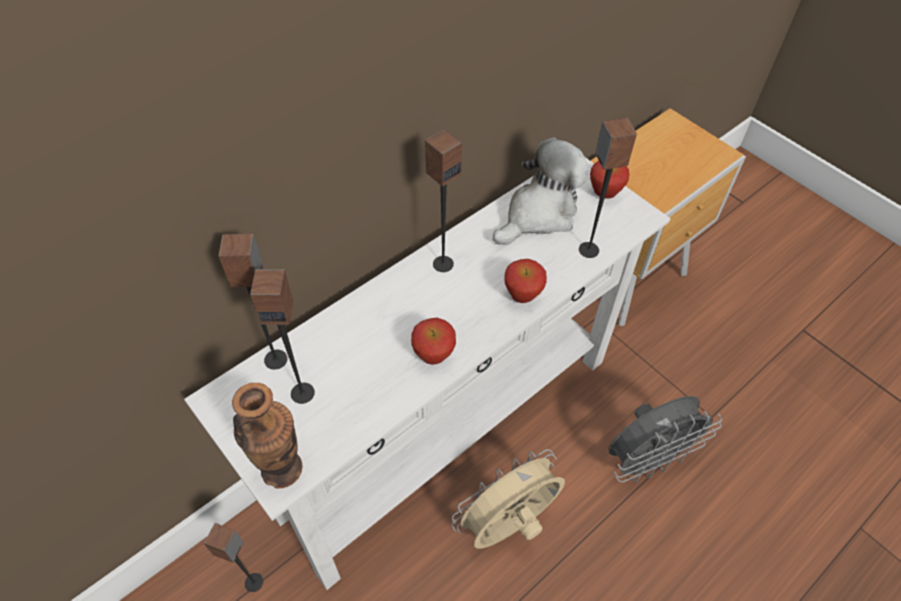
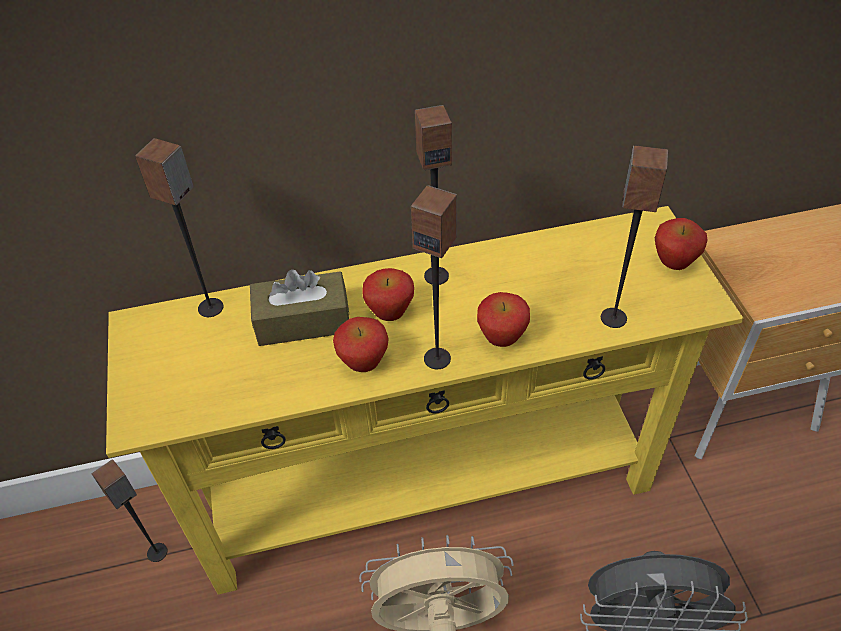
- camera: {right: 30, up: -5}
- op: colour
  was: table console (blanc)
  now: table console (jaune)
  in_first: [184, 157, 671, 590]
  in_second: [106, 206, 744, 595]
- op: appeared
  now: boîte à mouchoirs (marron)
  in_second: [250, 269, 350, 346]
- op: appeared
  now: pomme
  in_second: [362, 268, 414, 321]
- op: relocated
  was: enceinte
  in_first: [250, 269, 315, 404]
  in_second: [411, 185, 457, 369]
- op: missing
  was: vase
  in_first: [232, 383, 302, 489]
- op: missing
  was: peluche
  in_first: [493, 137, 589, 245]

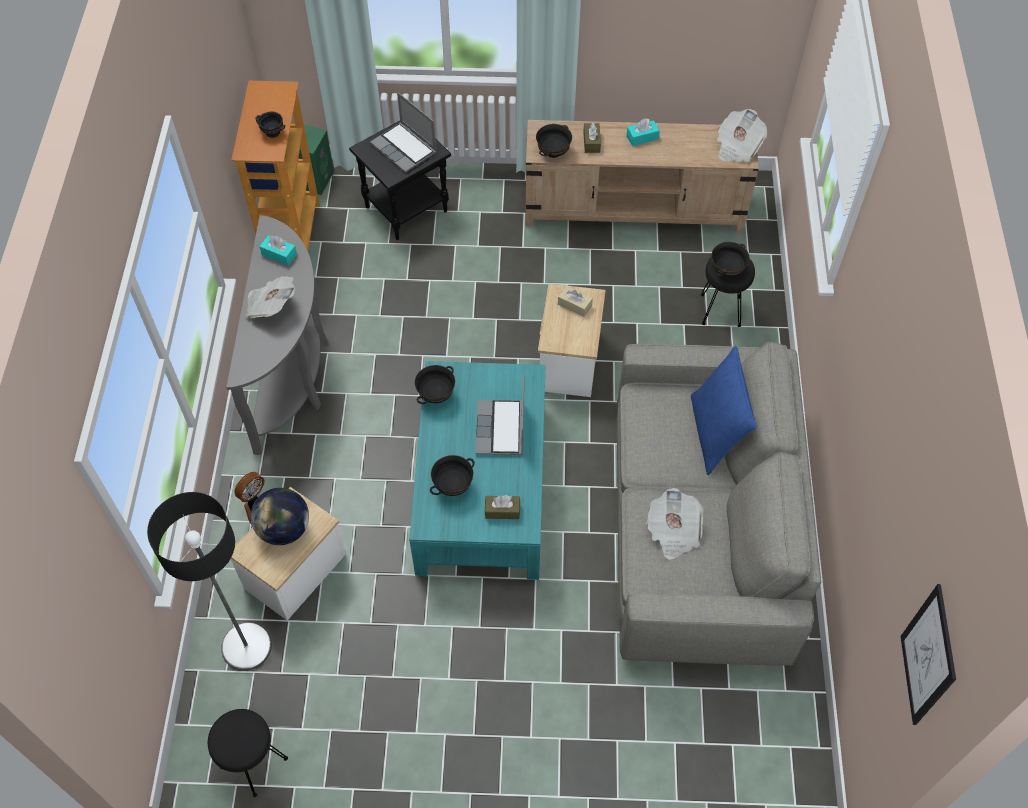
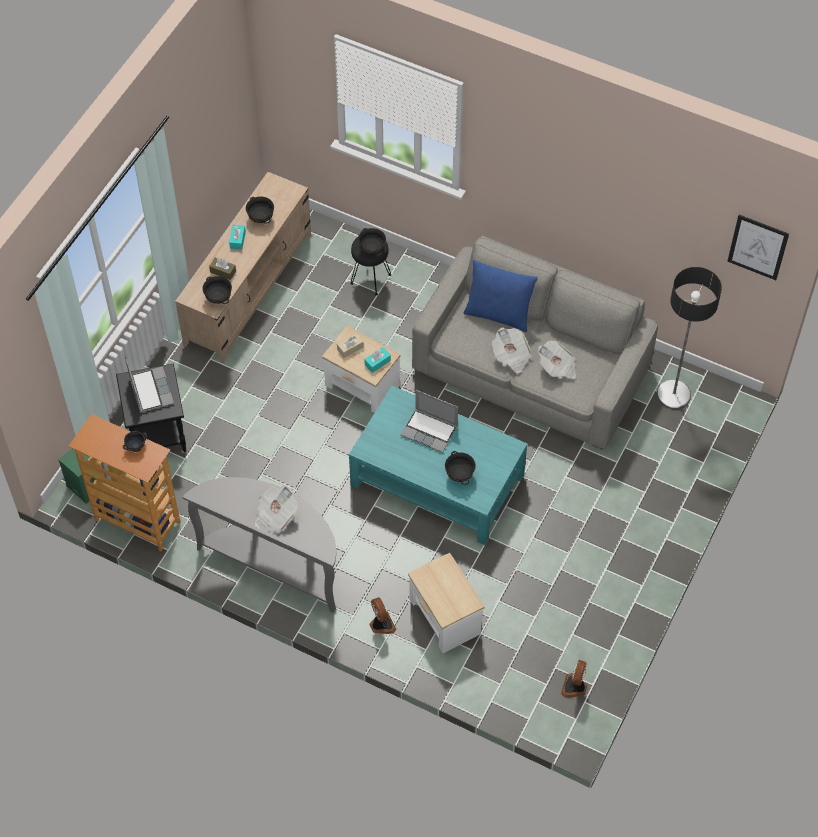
- camera: {right: -65, up: 0}
- op: spun
  was: ordinateur portable
  in_first: [370, 92, 437, 173]
  in_second: [125, 356, 174, 413]
  clockwise: -90
- op: relocated
  was: bol (noir)
  in_first: [415, 365, 455, 404]
  in_second: [246, 196, 274, 224]
- op: relocated
  was: boîte à mouchoirs (turquoise)
  in_first: [259, 235, 297, 266]
  in_second: [364, 347, 391, 373]
- op: relocated
  was: journal
  in_first: [717, 109, 767, 162]
  in_second: [492, 328, 532, 373]
- op: exchanged
  was: tabouret (noir)
  now: ventilateur
  in_first: [208, 709, 288, 797]
  in_second: [561, 660, 587, 698]
- op: relocated
  was: lampadaire
  in_first: [147, 492, 272, 671]
  in_second: [657, 267, 722, 409]
- op: missing
  was: globe
  in_first: [251, 488, 309, 545]
- op: missing
  was: boîte à mouchoirs (marron)
  in_first: [485, 495, 520, 519]

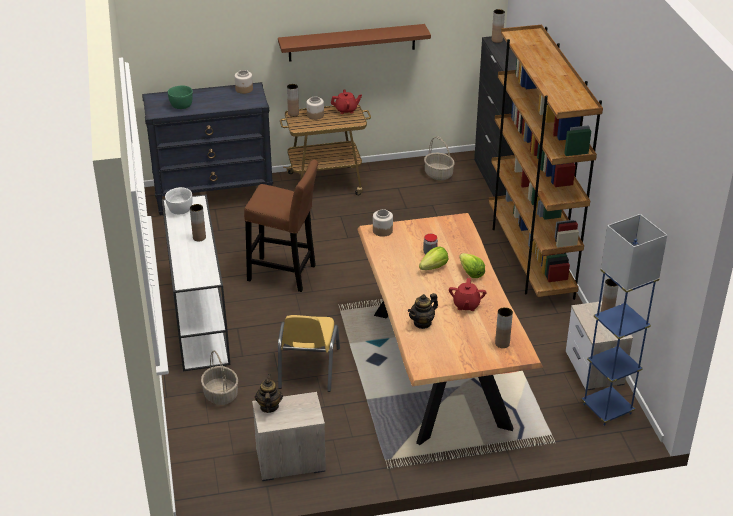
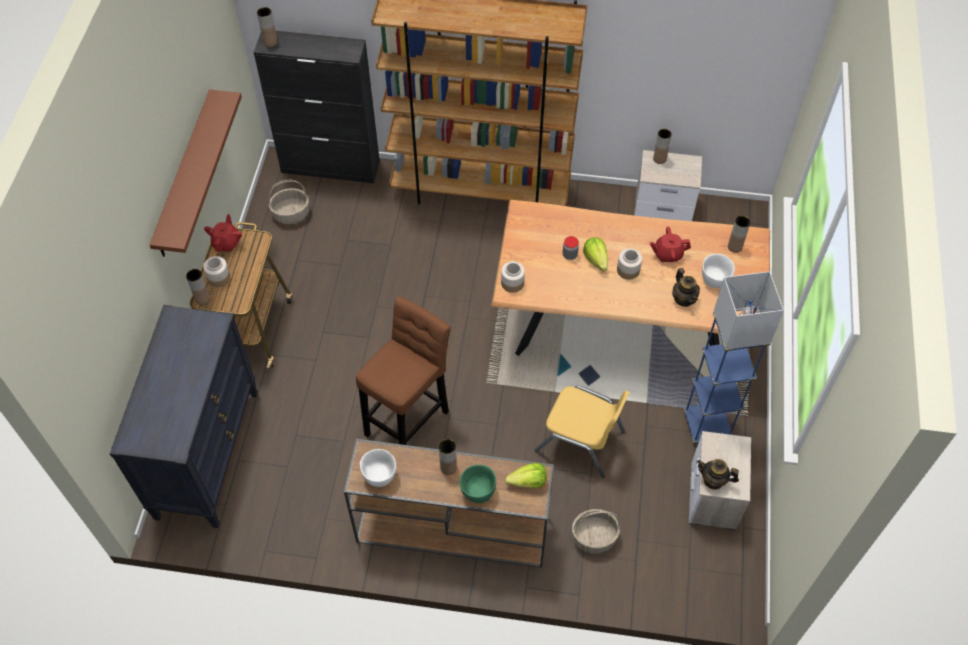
- camera: {right: -70, up: 20}
- op: colour
  was: table console (blanc)
  now: table console (marron)
  in_first: [162, 194, 230, 371]
  in_second: [344, 439, 554, 568]
- op: relocated
  was: bol (vert)
  in_first: [168, 86, 193, 109]
  in_second: [460, 465, 496, 503]
- op: relocated
  was: laitue
  in_first: [459, 253, 485, 278]
  in_second: [505, 463, 547, 488]
- op: relocated
  was: bocal
  in_first: [235, 70, 253, 94]
  in_second: [617, 248, 642, 280]
- op: spun
  was: théière (rouge)
  in_first: [449, 278, 487, 311]
  in_second: [650, 227, 691, 262]
  clockwise: 150
- op: relocated
  was: lampadaire (bleu)
  in_first: [581, 214, 667, 426]
  in_second: [683, 271, 784, 444]
- op: appeared
  now: bol (blanc)
  in_second: [702, 254, 735, 288]

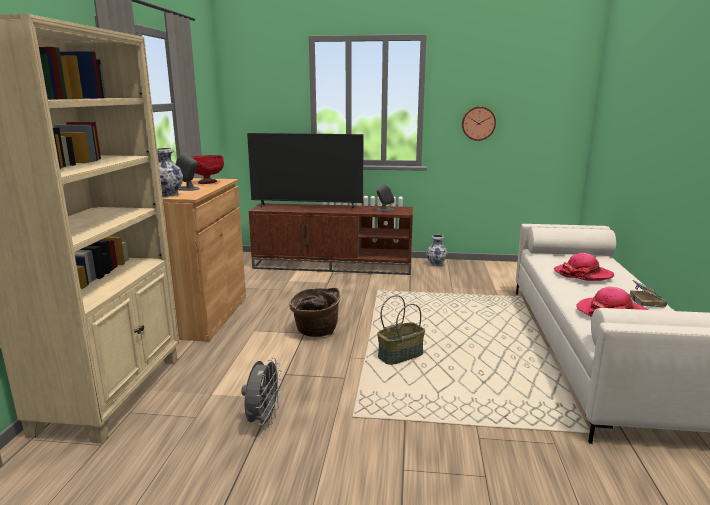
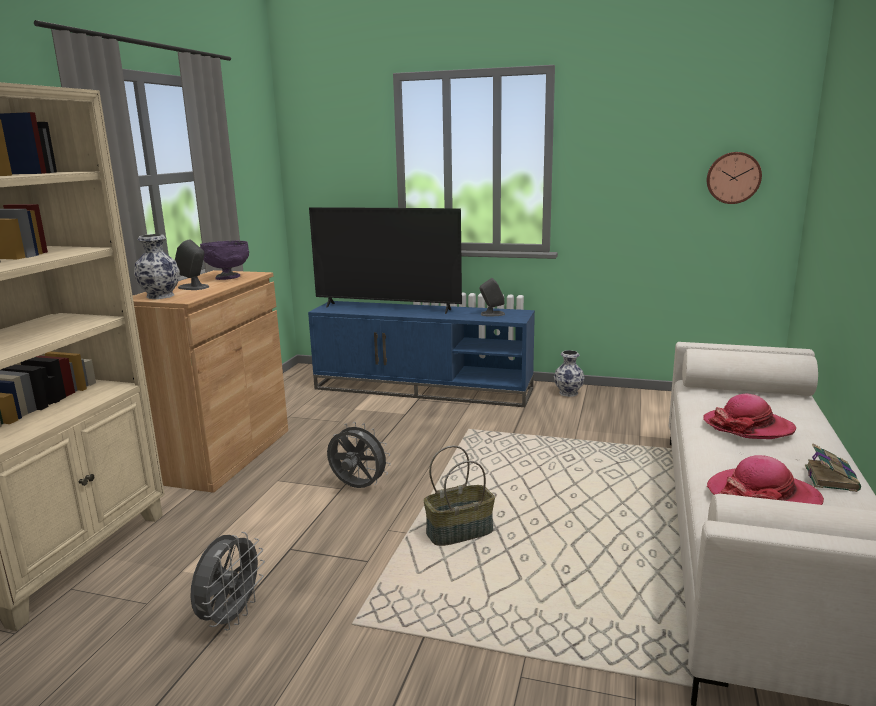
- camera: {right: 10, up: 0}
- op: colour
  was: bol (rouge)
  now: bol (violet)
  in_first: [191, 155, 224, 184]
  in_second: [200, 241, 249, 280]
- op: colour
  was: meuble télé (marron)
  now: meuble télé (bleu)
  in_first: [249, 203, 413, 275]
  in_second: [308, 301, 535, 407]
- op: exchanged
  was: panier
  now: ventilateur (gris)
  in_first: [289, 288, 341, 337]
  in_second: [327, 422, 391, 488]
- op: relocated
  was: horloge murale
  in_first: [462, 106, 496, 141]
  in_second: [707, 152, 762, 204]

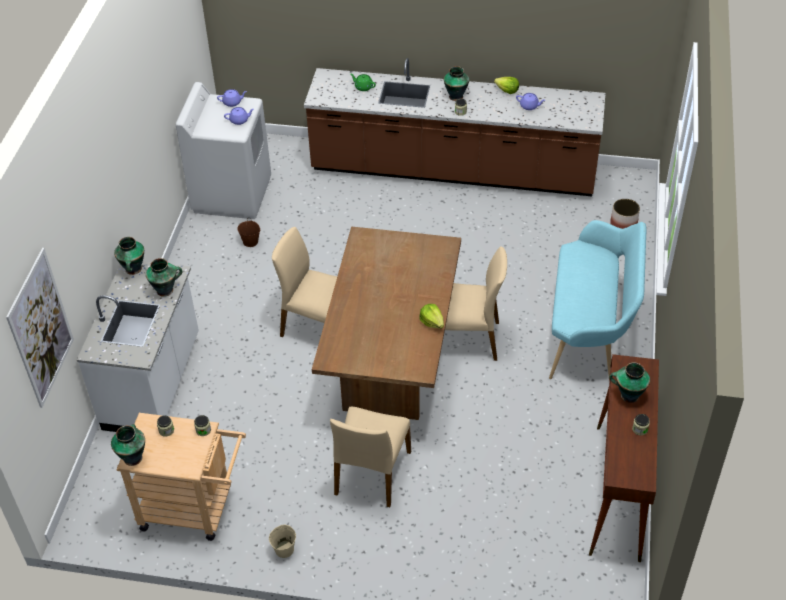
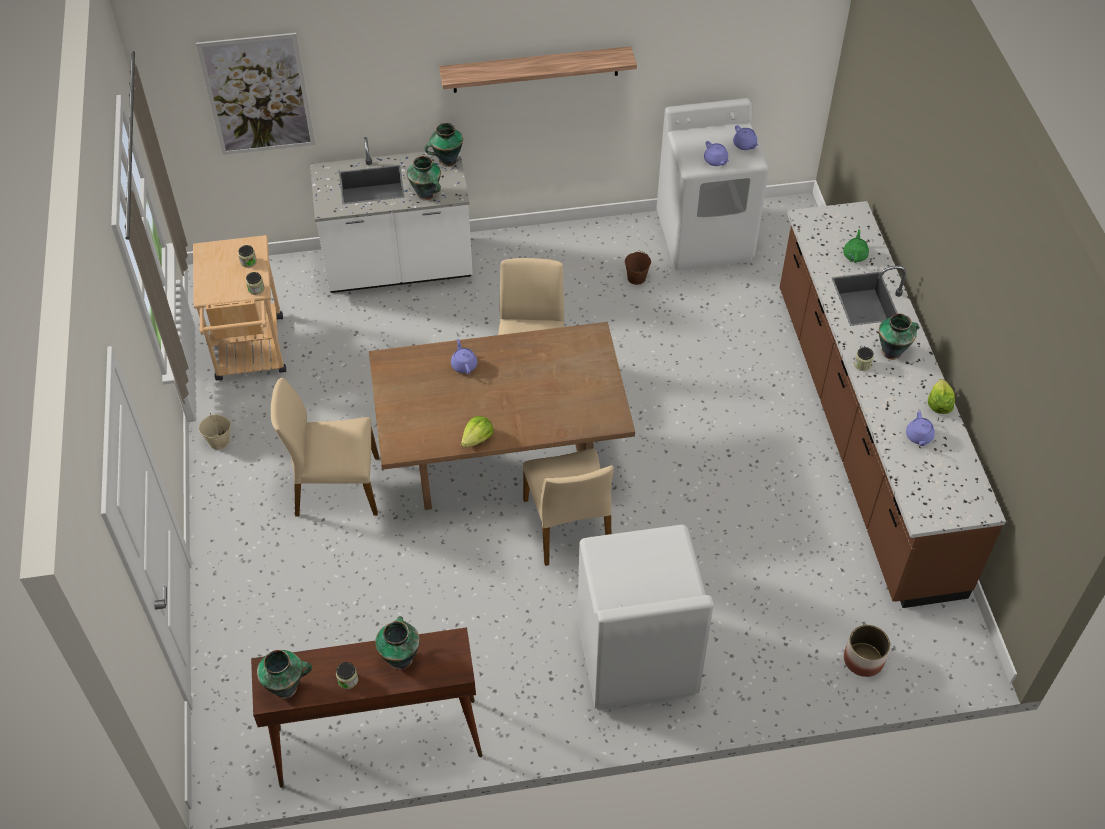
- camera: {right: 70, up: 5}
- op: relocated
  was: vase
  in_first: [111, 424, 145, 466]
  in_second: [257, 650, 312, 699]
- op: appeared
  now: étagère
  in_second: [439, 46, 637, 93]
- op: appeared
  now: théière (violet)
  in_second: [451, 339, 477, 374]
- op: exchanged
  was: banc (turquoise)
  now: lave-linge (blanc)
  in_first: [549, 220, 646, 381]
  in_second: [577, 525, 714, 710]

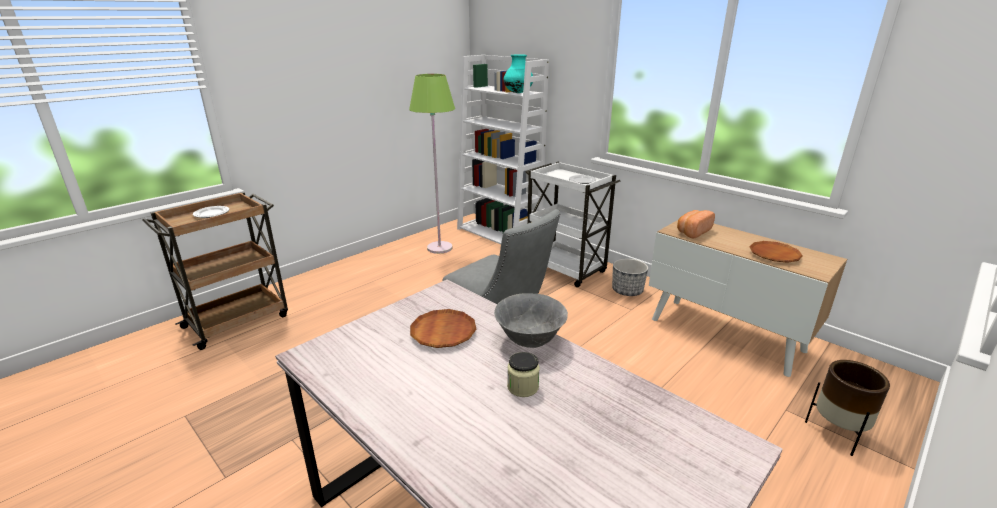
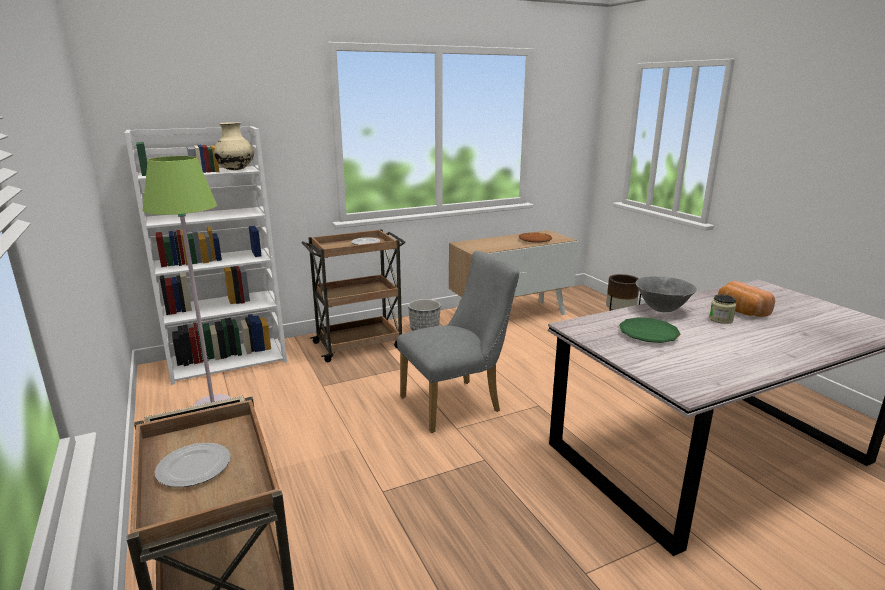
- camera: {right: -70, up: -5}
- op: colour
  was: vase (turquoise)
  now: vase (beige)
  in_first: [504, 54, 533, 93]
  in_second: [214, 122, 254, 170]
- op: colour
  was: chariot (blanc)
  now: chariot (marron)
  in_first: [526, 162, 620, 287]
  in_second: [302, 229, 406, 362]
- op: colour
  was: assiette (marron)
  now: assiette (vert)
  in_first: [410, 309, 476, 348]
  in_second: [619, 317, 681, 343]
- op: relocated
  was: pain
  in_first: [677, 210, 715, 238]
  in_second: [718, 281, 775, 317]

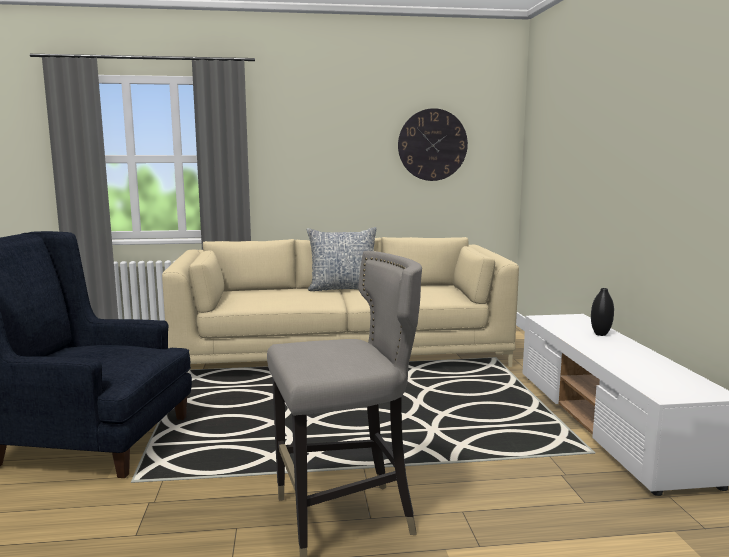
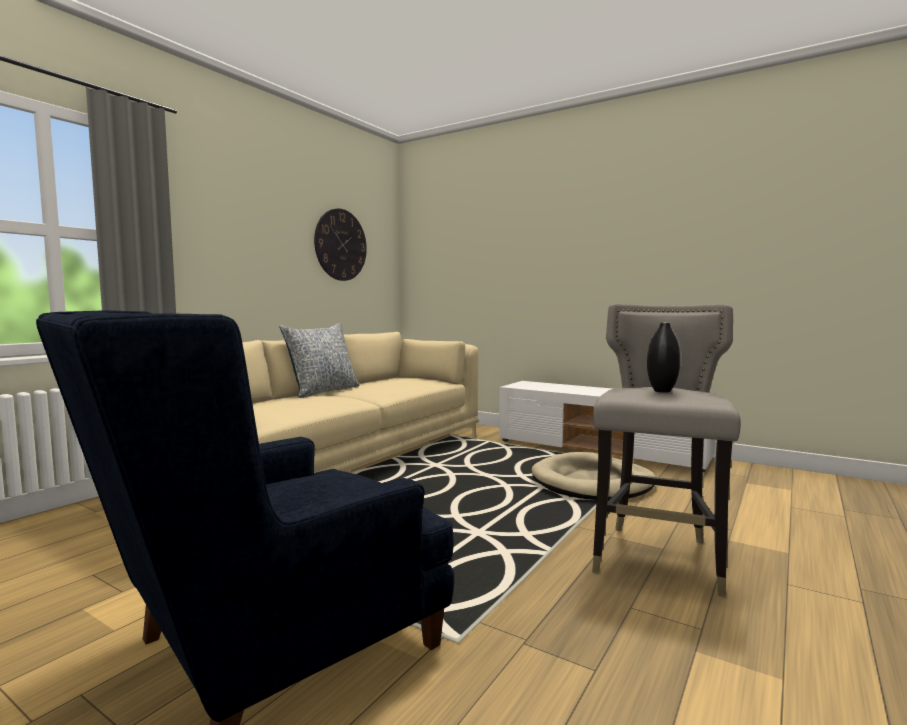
- camera: {right: -50, up: -5}
- op: appeared
  now: panier pour chien (beige)
  in_second: [531, 452, 656, 501]
- op: relocated
  was: vase (noir)
  in_first: [591, 288, 614, 336]
  in_second: [647, 322, 681, 393]

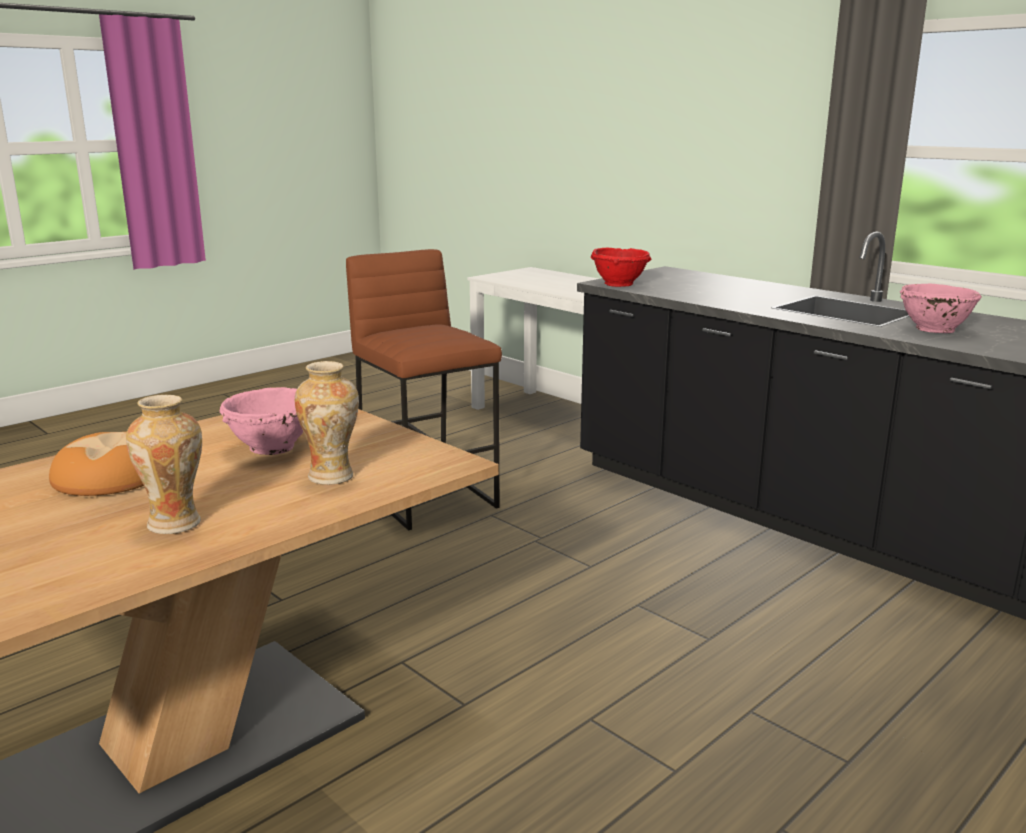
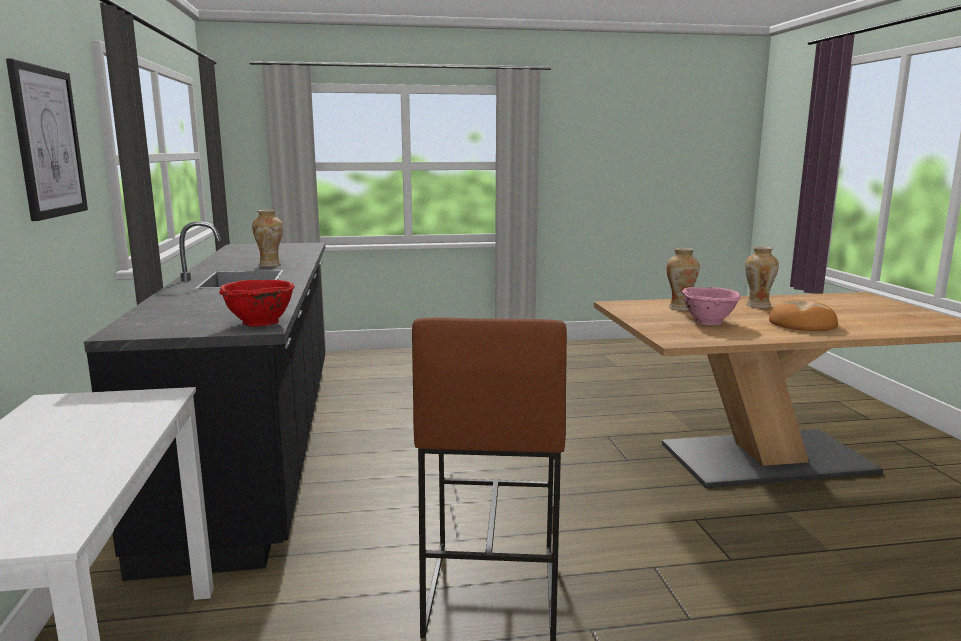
- camera: {right: -145, up: -5}
- op: appeared
  now: tableau
  in_second: [6, 59, 88, 221]
- op: exchanged
  was: bol (rose)
  now: vase
  in_first: [900, 284, 982, 333]
  in_second: [252, 210, 283, 267]

